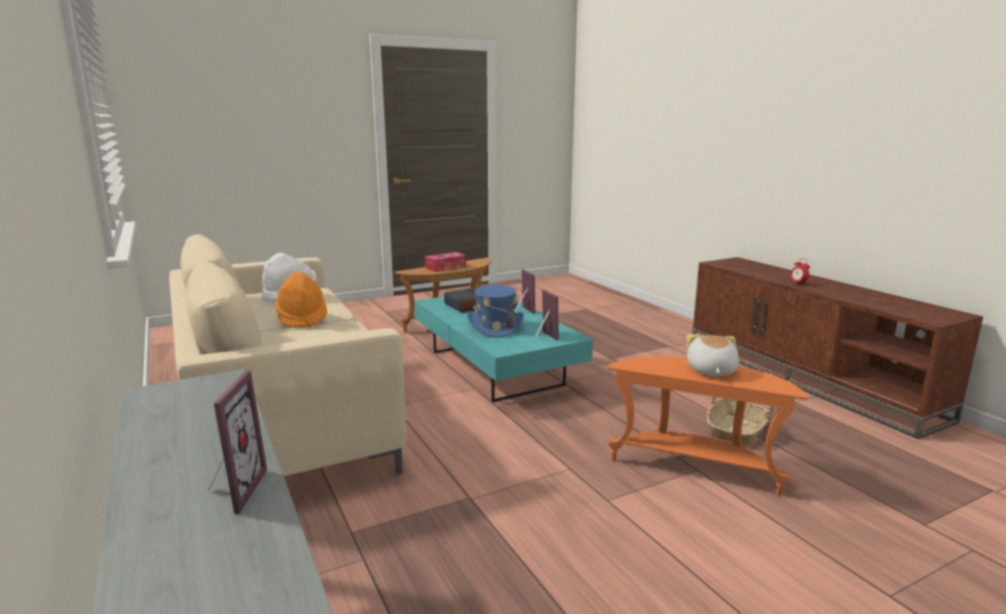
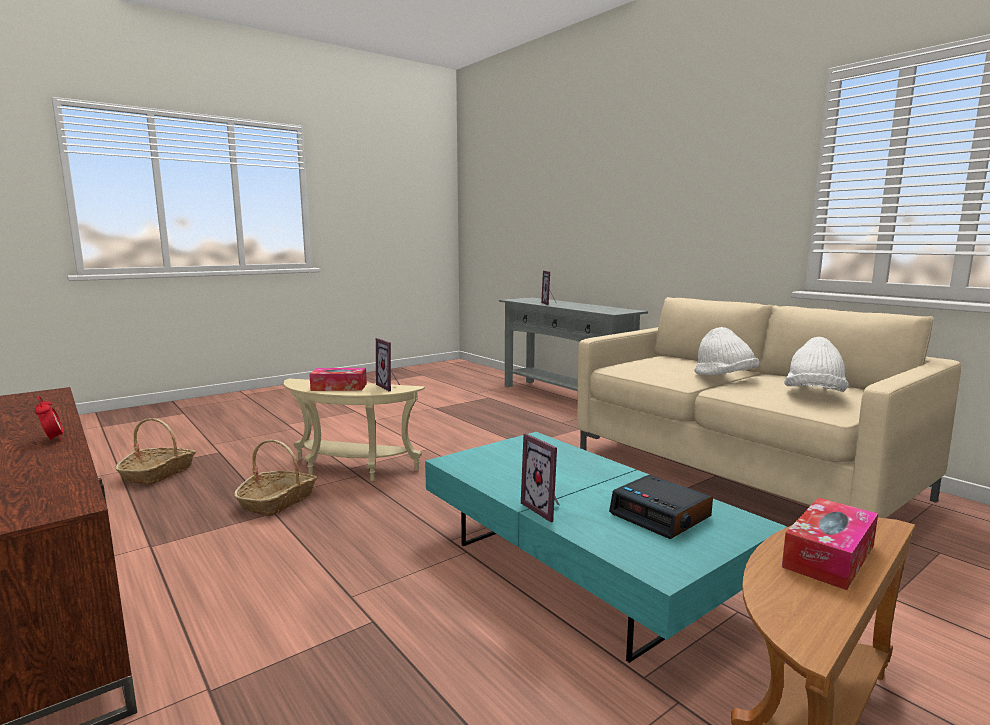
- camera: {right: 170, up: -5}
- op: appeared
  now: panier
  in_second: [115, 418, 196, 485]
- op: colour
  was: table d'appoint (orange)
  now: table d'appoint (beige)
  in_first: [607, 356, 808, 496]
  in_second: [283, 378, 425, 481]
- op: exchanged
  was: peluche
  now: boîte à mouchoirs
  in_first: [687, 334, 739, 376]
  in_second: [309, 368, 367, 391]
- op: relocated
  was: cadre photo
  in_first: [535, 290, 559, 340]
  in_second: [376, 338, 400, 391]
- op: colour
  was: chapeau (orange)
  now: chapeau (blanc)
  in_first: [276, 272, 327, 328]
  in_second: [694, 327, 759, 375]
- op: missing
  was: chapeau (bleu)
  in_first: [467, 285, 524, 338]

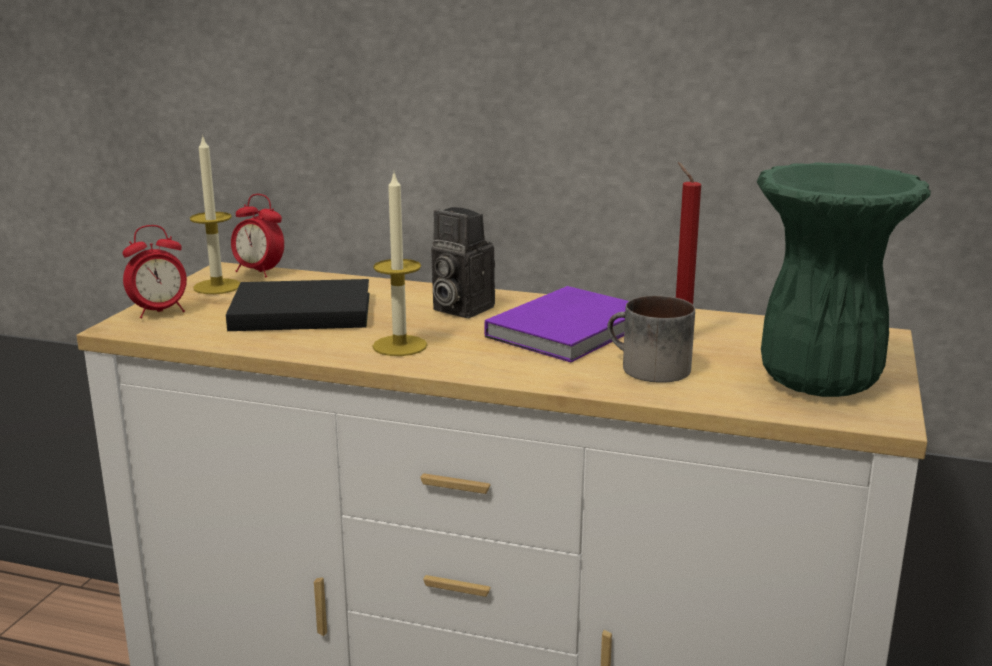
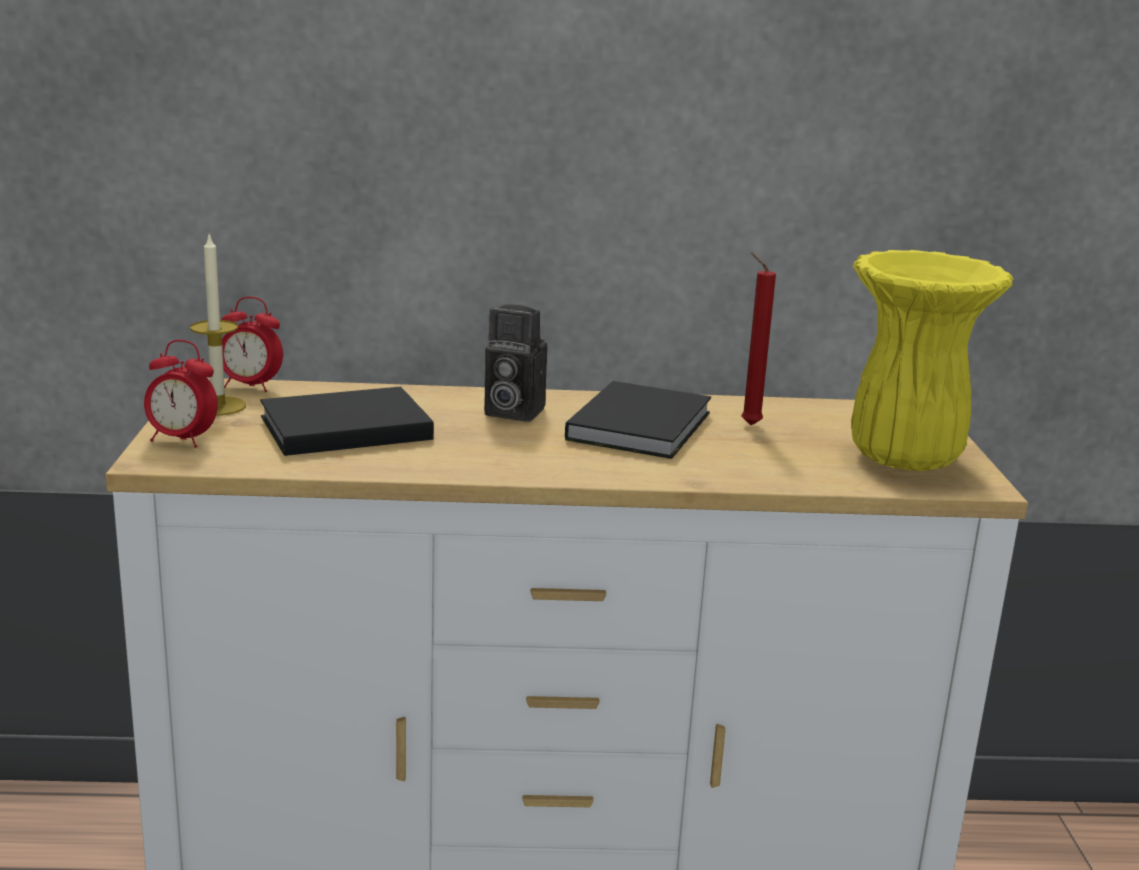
- camera: {right: -20, up: 0}
- op: spun
  was: réveil
  in_first: [123, 225, 187, 318]
  in_second: [144, 340, 218, 448]
  clockwise: 60
- op: colour
  was: livre (violet)
  now: livre (noir)
  in_first: [484, 286, 628, 362]
  in_second: [565, 381, 711, 459]
- op: colour
  was: vase (vert)
  now: vase (jaune)
  in_first: [757, 162, 931, 397]
  in_second: [851, 250, 1013, 471]
- op: missing
  was: bougie
  in_first: [373, 174, 427, 356]
- op: missing
  was: mug
  in_first: [607, 296, 695, 383]

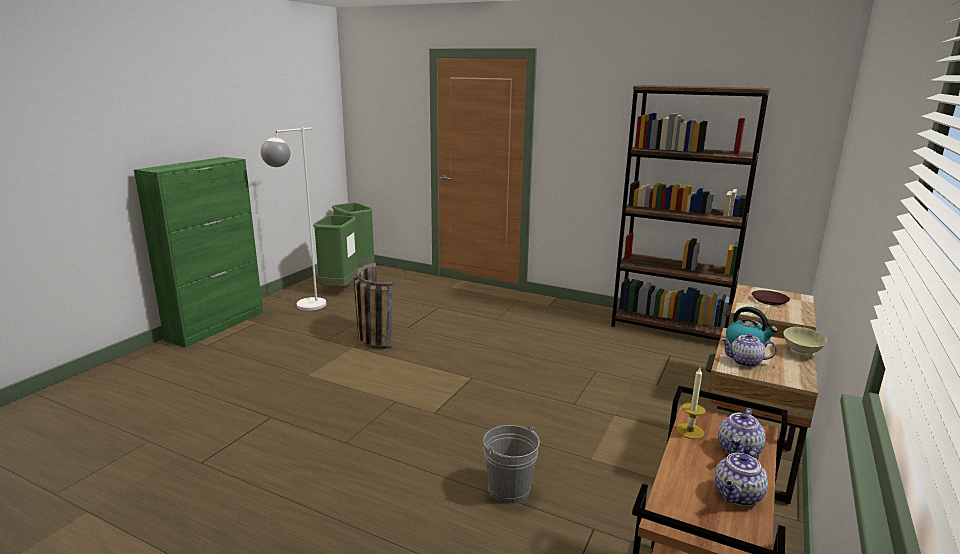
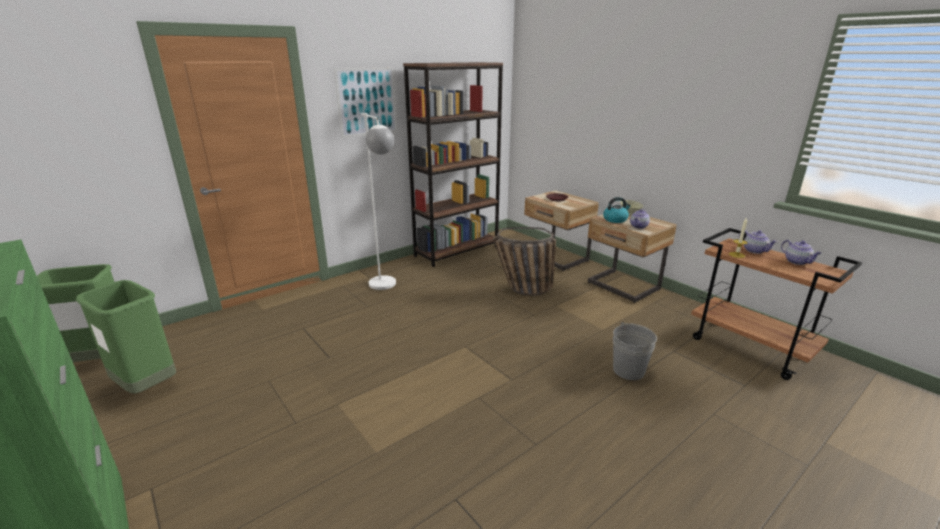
- camera: {right: -65, up: 5}
- op: appeared
  now: tableau
  in_second: [334, 67, 398, 138]
- op: relocated
  was: lampadaire (blanc)
  in_first: [261, 127, 326, 311]
  in_second: [361, 113, 396, 290]
- op: relocated
  was: panier
  in_first: [353, 263, 407, 349]
  in_second: [493, 227, 556, 296]

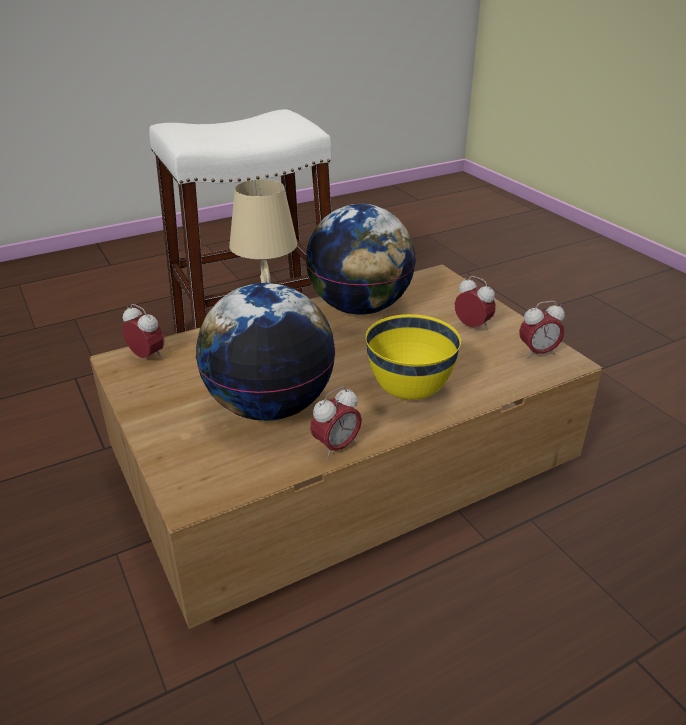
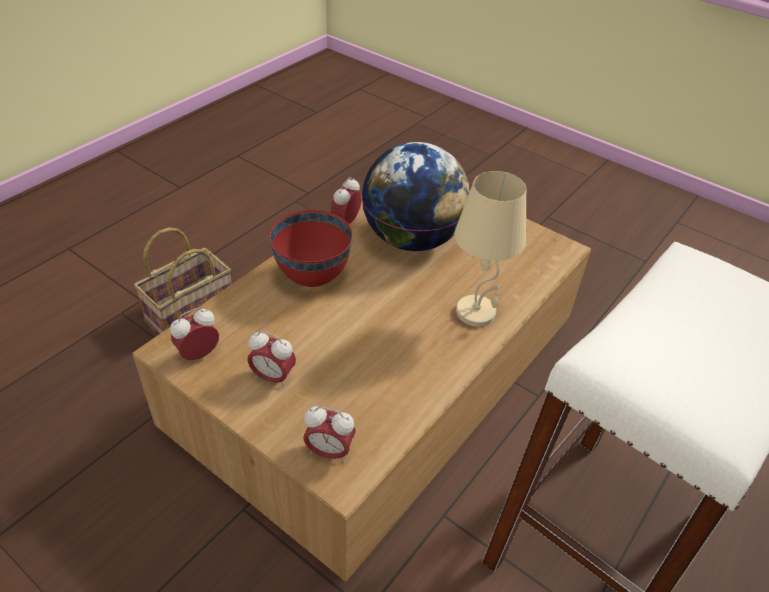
- camera: {right: 155, up: 10}
- op: appeared
  now: panier
  in_second: [134, 227, 232, 333]
- op: colour
  was: bol (jaune)
  now: bol (rouge)
  in_first: [366, 314, 461, 400]
  in_second: [269, 210, 353, 287]
- op: relocated
  was: réveil
  in_first: [123, 304, 164, 359]
  in_second: [303, 406, 356, 463]
- op: missing
  was: globe
  in_first: [306, 204, 416, 315]

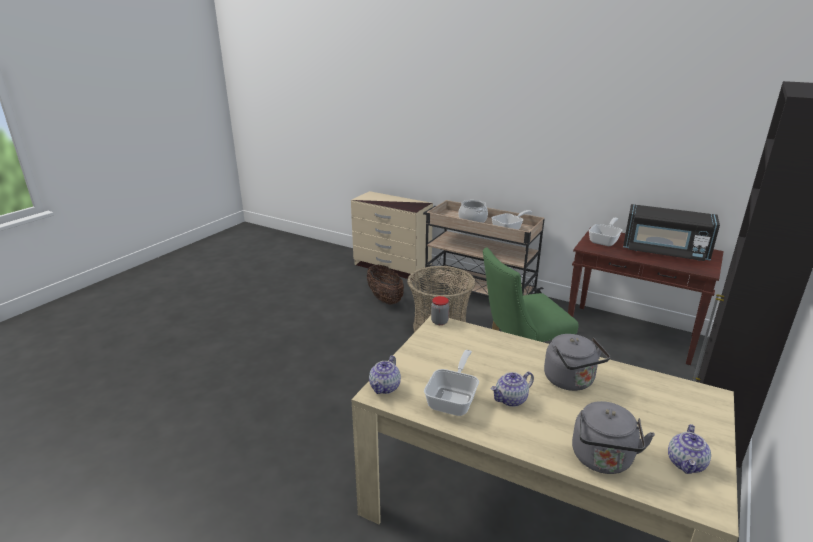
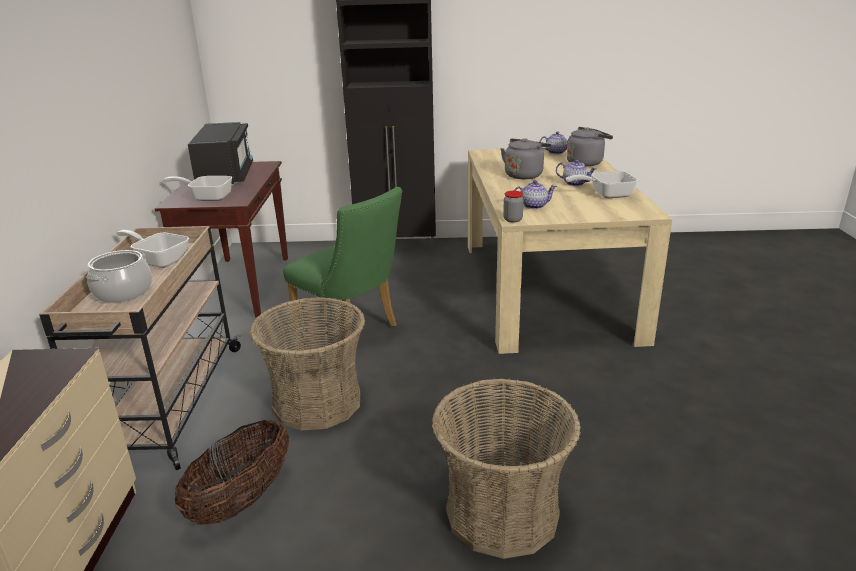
- camera: {right: -120, up: 0}
- op: appeared
  now: panier
  in_second: [432, 378, 581, 559]
- op: relocated
  was: théière
  in_first: [369, 355, 401, 394]
  in_second: [514, 180, 557, 209]

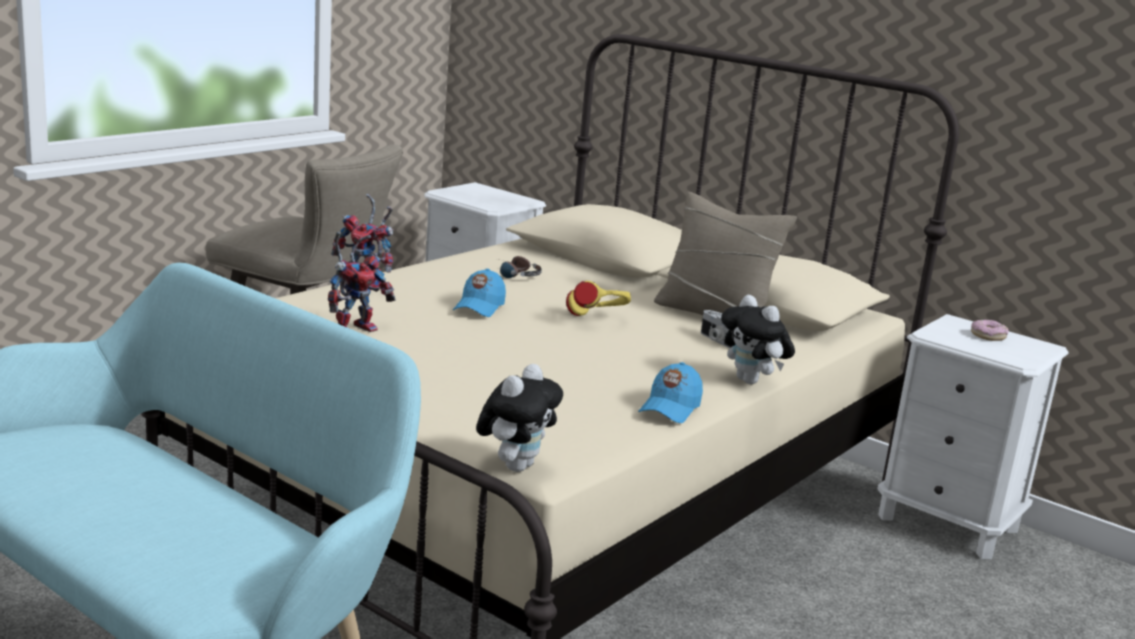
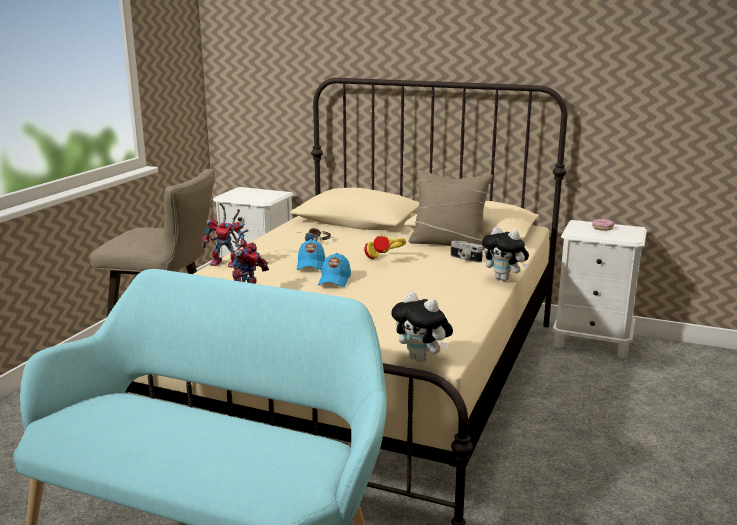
- camera: {right: -15, up: 0}
- op: relocated
  was: casquette (bleu)
  in_first: [638, 362, 703, 423]
  in_second: [318, 253, 351, 287]
- op: spun
  was: peluche
  in_first: [476, 364, 563, 472]
  in_second: [391, 292, 453, 362]
  clockwise: 120

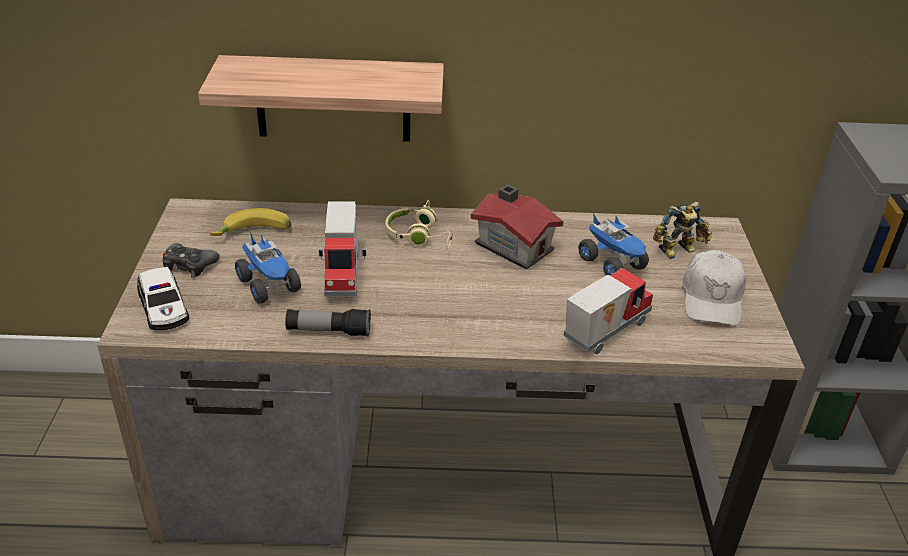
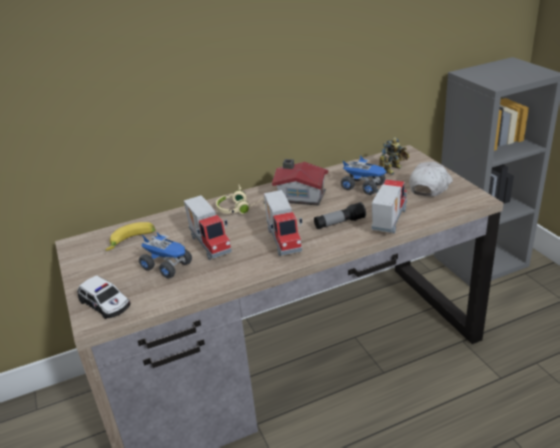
- camera: {right: -20, up: -5}
- op: appeared
  now: camion jouet
  in_second: [264, 190, 302, 256]
- op: relocated
  was: lampe de poche
  in_first: [285, 309, 371, 337]
  in_second: [314, 202, 366, 229]
- op: spun
  was: casquette (blanc)
  in_first: [682, 250, 746, 326]
  in_second: [409, 162, 453, 197]
  clockwise: -135
- op: missing
  was: manette (noir)
  in_first: [163, 243, 220, 278]
- op: missing
  was: étagère
  in_first: [198, 55, 444, 142]

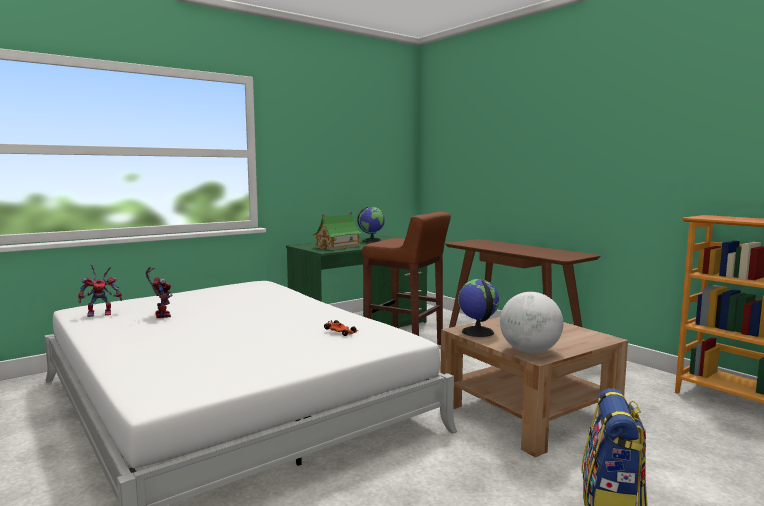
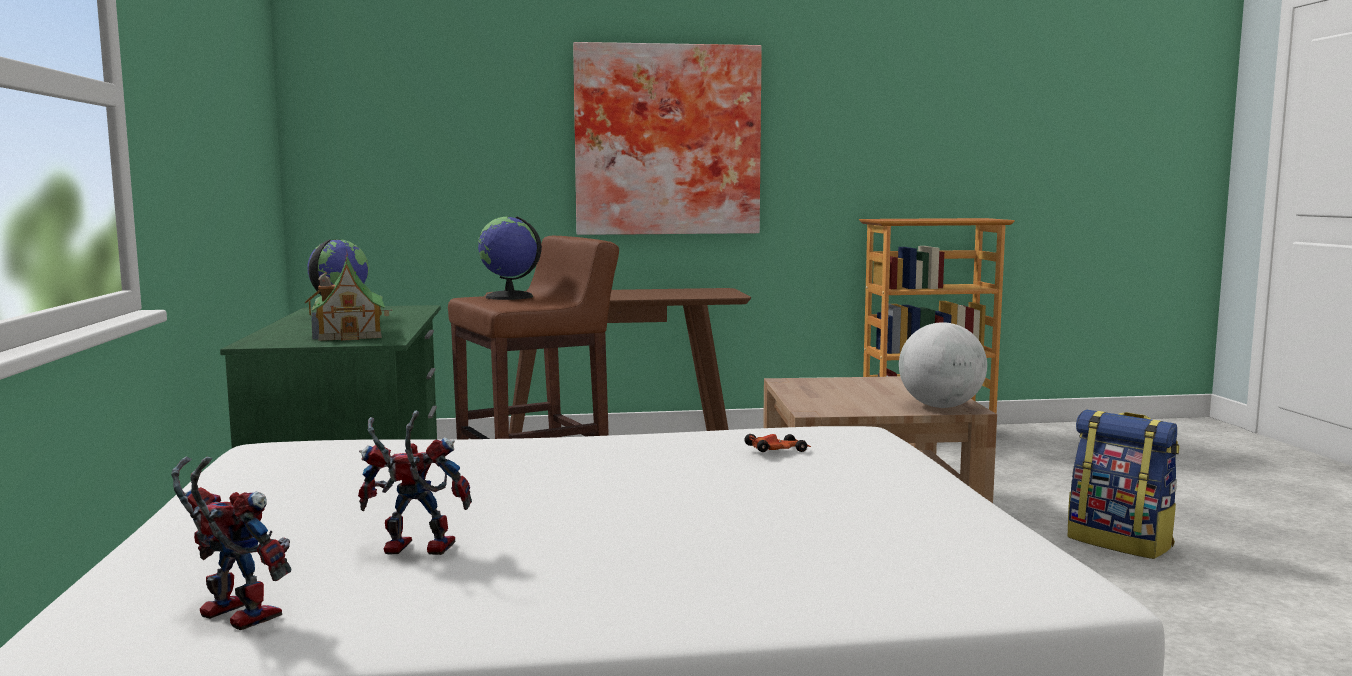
- camera: {right: -60, up: 0}
- op: spun
  was: robot jouet
  in_first: [78, 264, 122, 317]
  in_second: [171, 457, 291, 630]
  clockwise: -60
- op: relocated
  was: globe
  in_first: [458, 279, 499, 337]
  in_second: [478, 216, 542, 300]
- op: appeared
  now: tableau
  in_second: [573, 42, 762, 235]

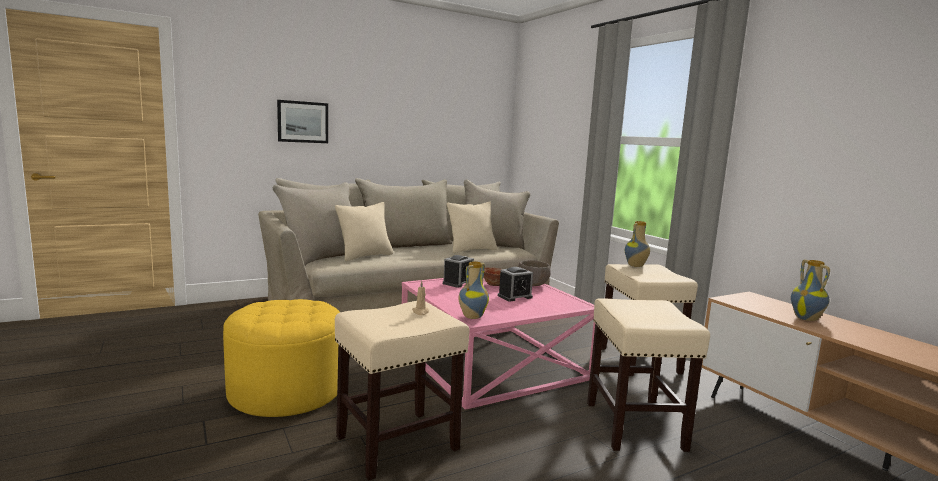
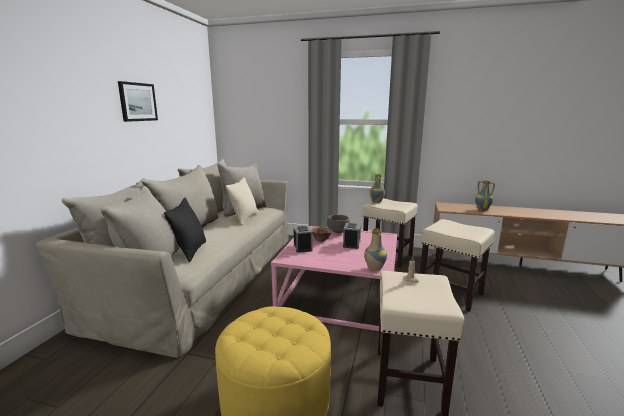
- camera: {right: -45, up: 5}
- op: relocated
  was: tableau
  in_first: [277, 100, 328, 143]
  in_second: [118, 81, 158, 122]
- op: colour
  was: coussin (beige)
  now: coussin (noir)
  in_first: [335, 202, 393, 261]
  in_second: [164, 197, 206, 262]

